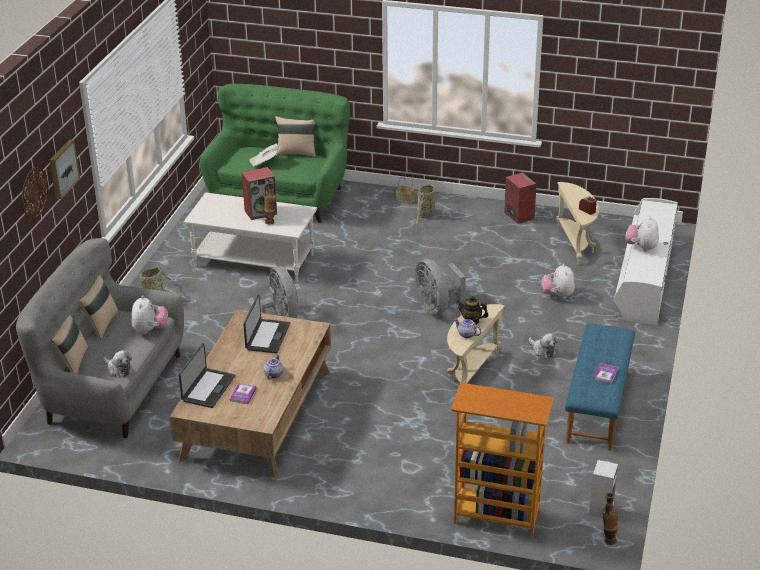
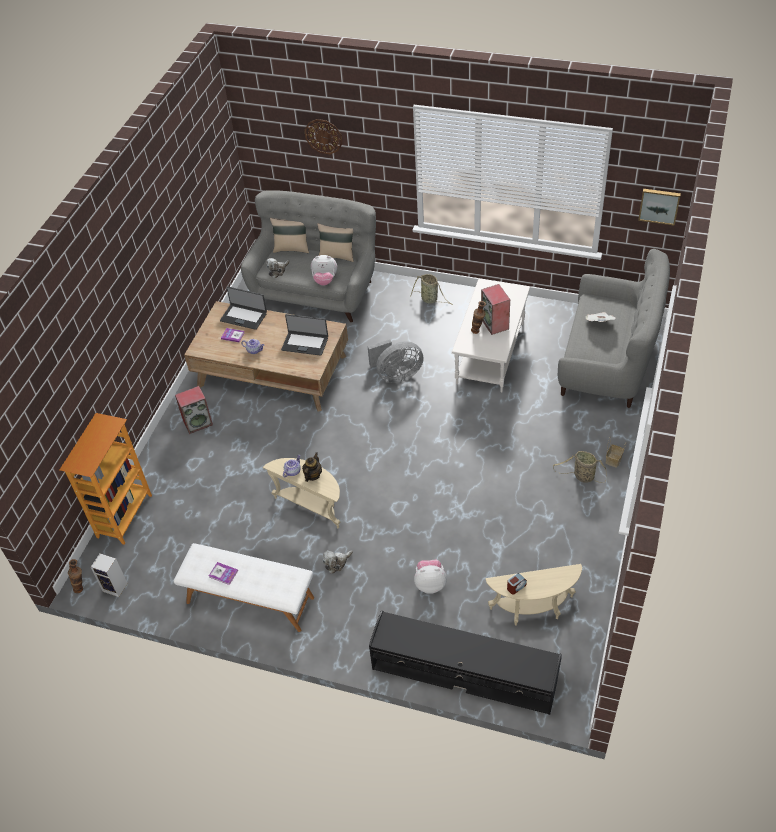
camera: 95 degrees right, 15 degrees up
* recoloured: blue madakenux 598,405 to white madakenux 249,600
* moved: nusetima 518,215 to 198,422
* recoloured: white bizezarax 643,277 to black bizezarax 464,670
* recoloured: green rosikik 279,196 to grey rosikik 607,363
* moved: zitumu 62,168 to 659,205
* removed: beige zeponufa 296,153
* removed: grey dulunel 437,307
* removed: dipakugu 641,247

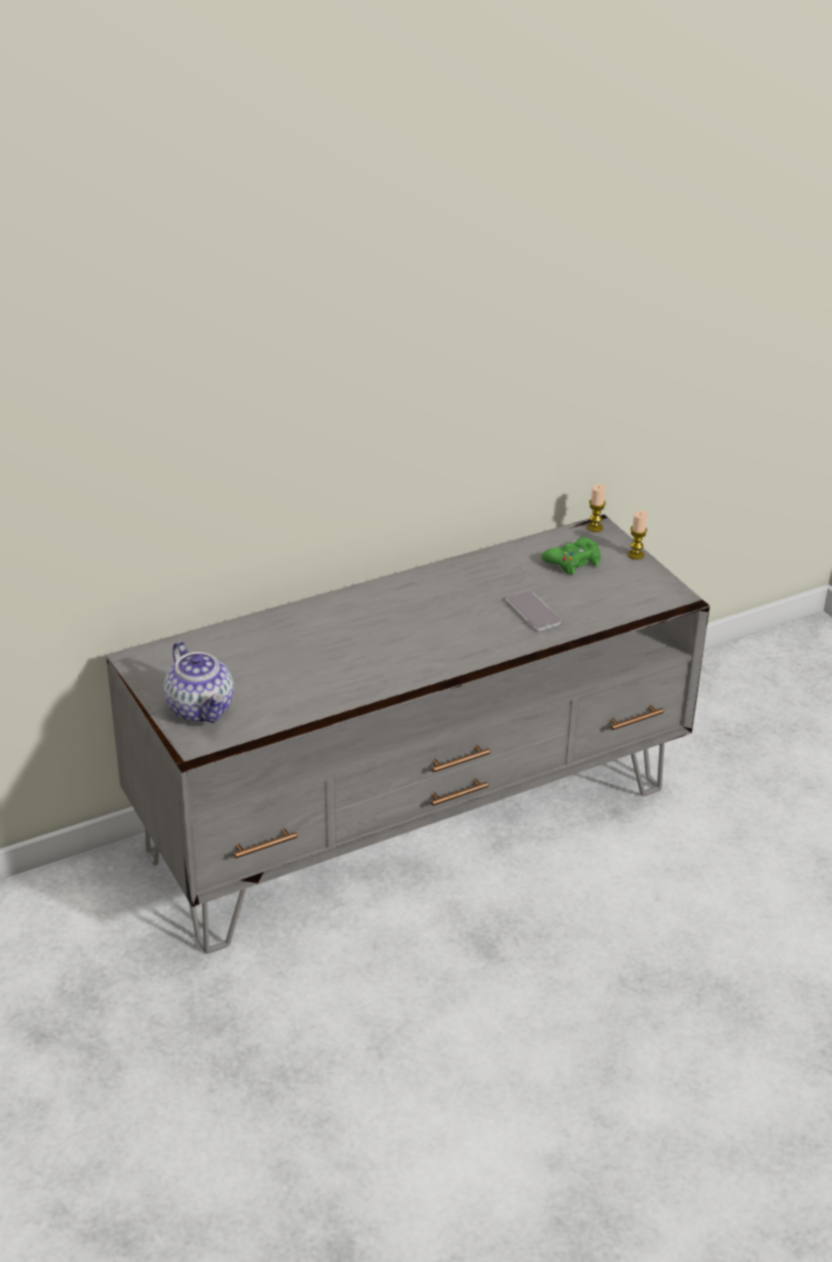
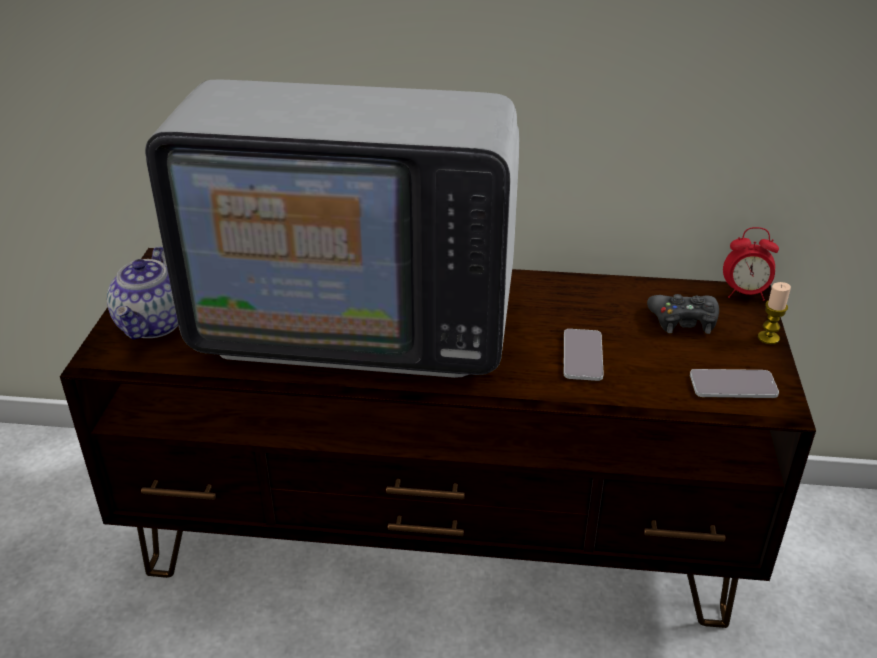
camera: 35 degrees right, 0 degrees up
* recoloured: grey bizezarax 413,821 to brown bizezarax 440,536
* added: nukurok 359,318
* recoloured: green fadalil 573,562 to black fadalil 683,320
* added: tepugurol 733,385
* replaced: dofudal 595,527 to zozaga 744,294

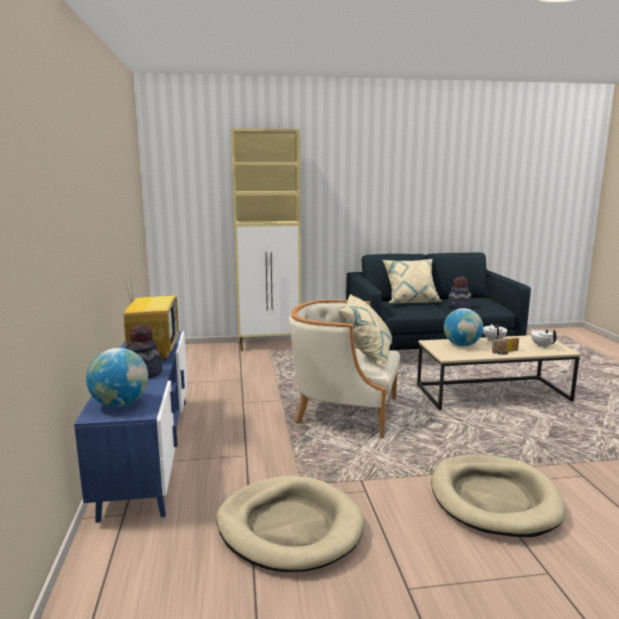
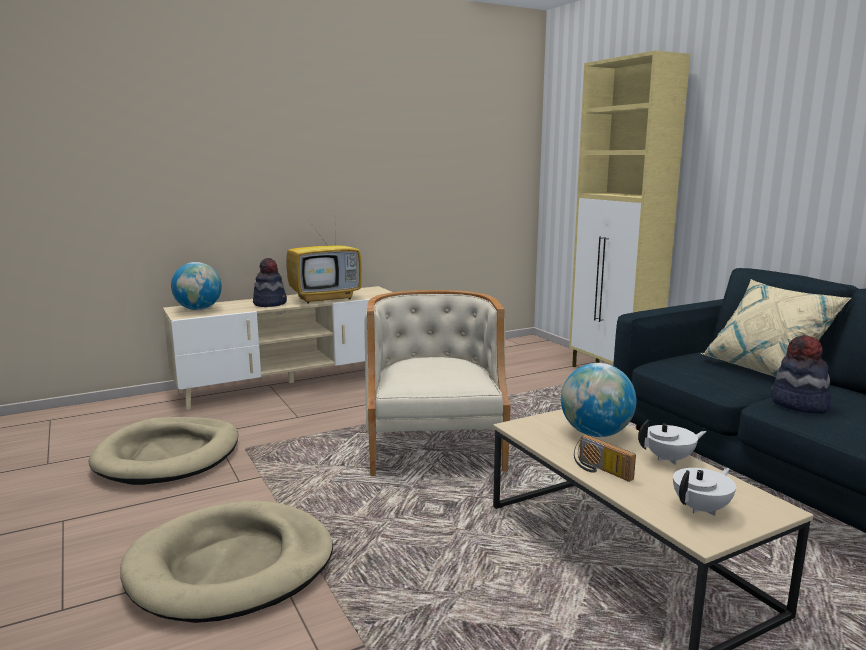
camera: 70 degrees right, 0 degrees up
* recoloured: blue bizezarax 149,451 to beige bizezarax 292,383
* removed: beige zeponufa 366,356

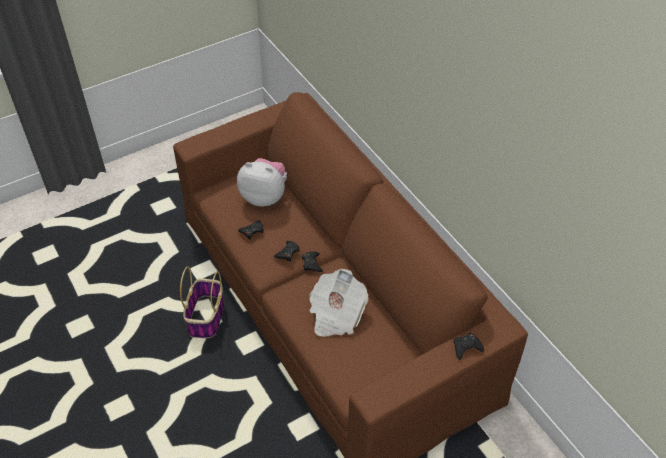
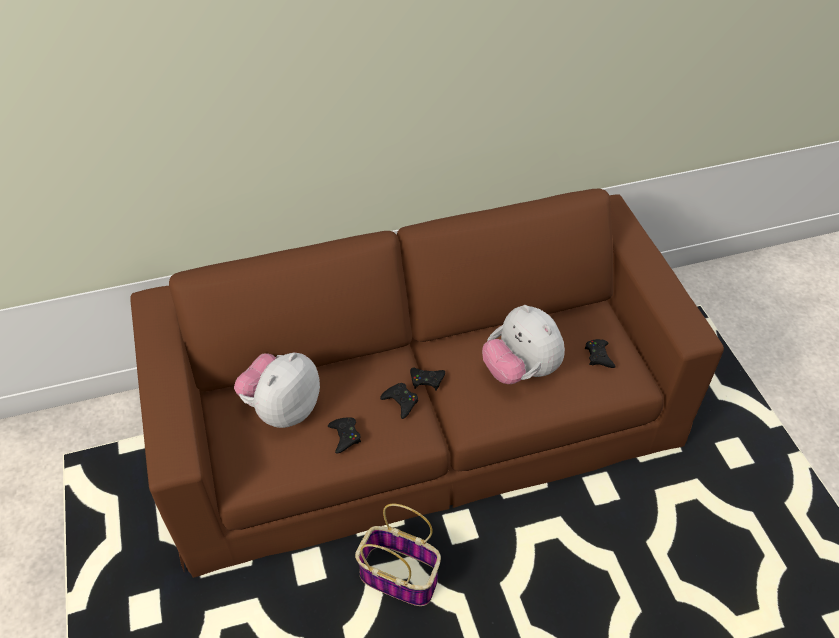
camera: 75 degrees left, 0 degrees up
* replaced: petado 336,314 to dipakugu 520,370
* moved: black fadalil 466,347 to 599,356

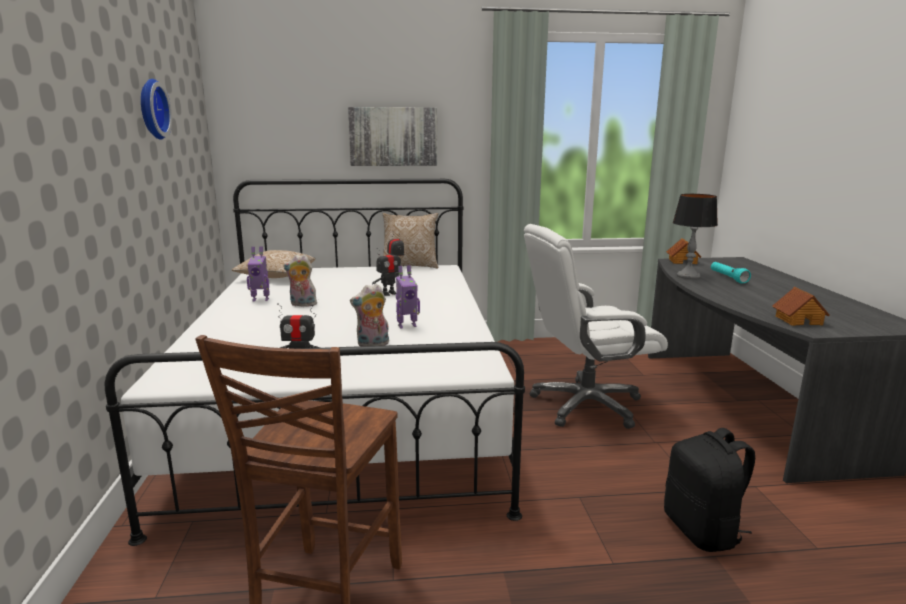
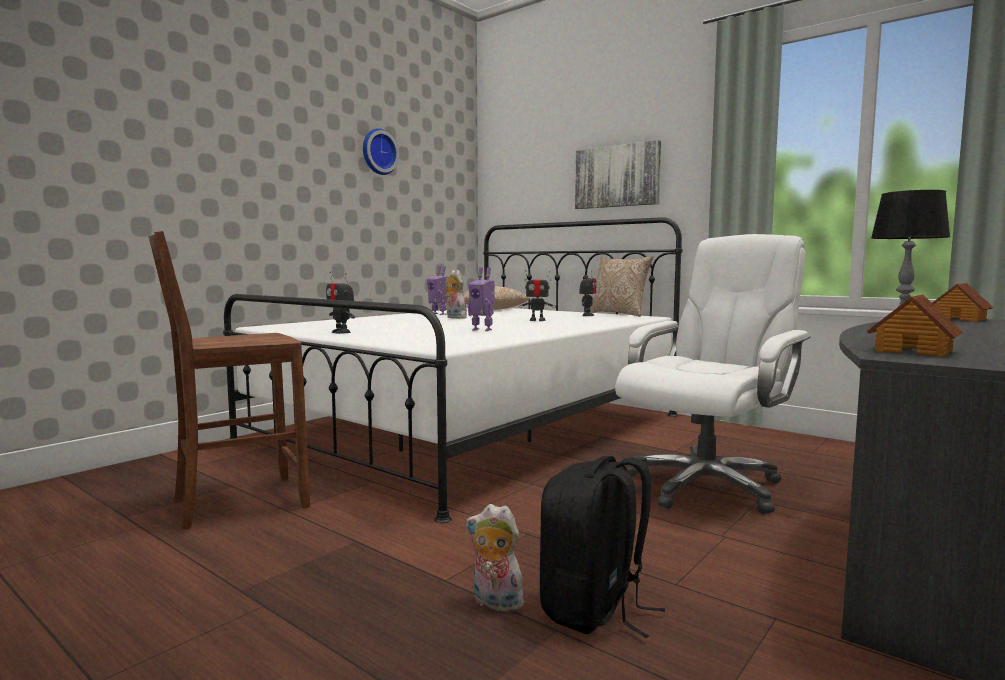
camera: 45 degrees right, 10 degrees down
* moved: dipakugu 372,345 to 494,603
* turned: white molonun 585,405 = 705,485 105 degrees clockwise
* removed: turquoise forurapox 728,278

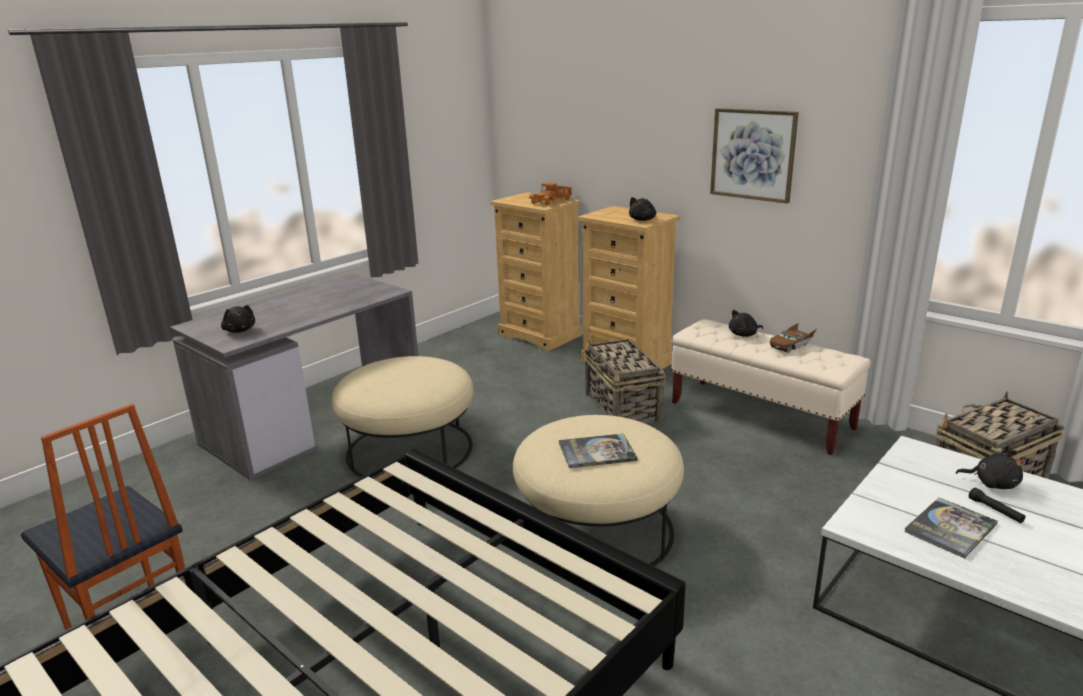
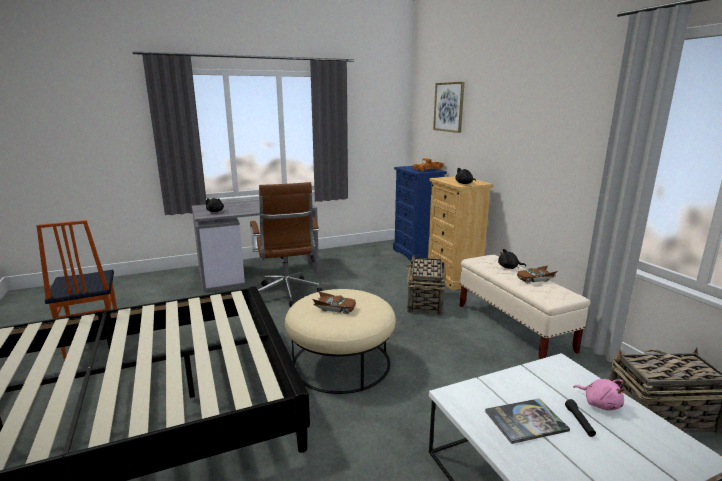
camera: 25 degrees right, 5 degrees down
* replaced: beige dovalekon 409,449 to brown molonun 287,295
* replaced: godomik 597,452 to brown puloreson 334,308
* recoloured: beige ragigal 540,335 to blue ragigal 416,254
* moved: zitumu 753,154 to 449,107
* recoloured: black dipakugu 992,483 to pink dipakugu 600,403

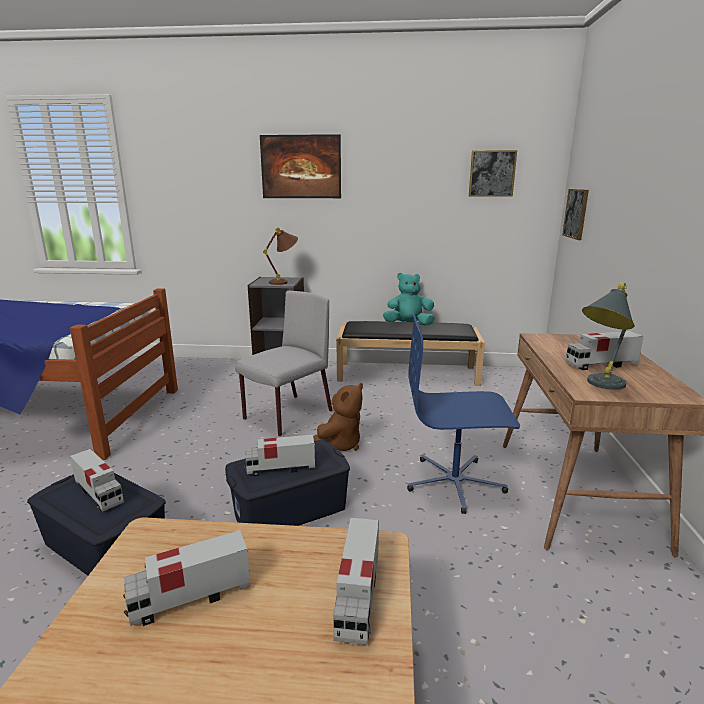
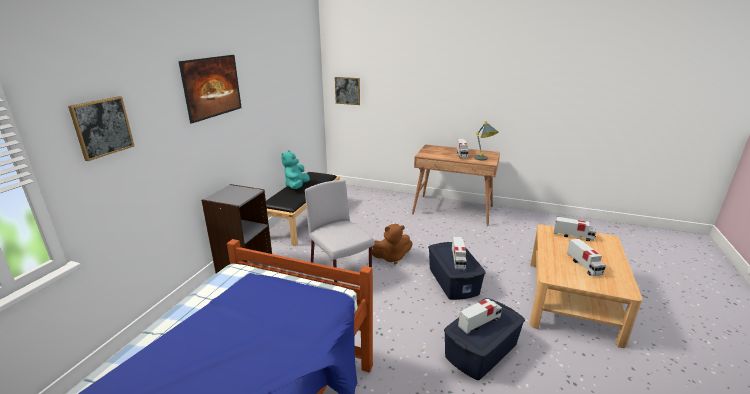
camera: 75 degrees left, 5 degrees up
* moved: zitumu 492,173 to 102,127
* turned: brown dipakugu 339,445 = 391,257 120 degrees clockwise
* removed: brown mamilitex 284,282
* removed: blue molonun 455,483

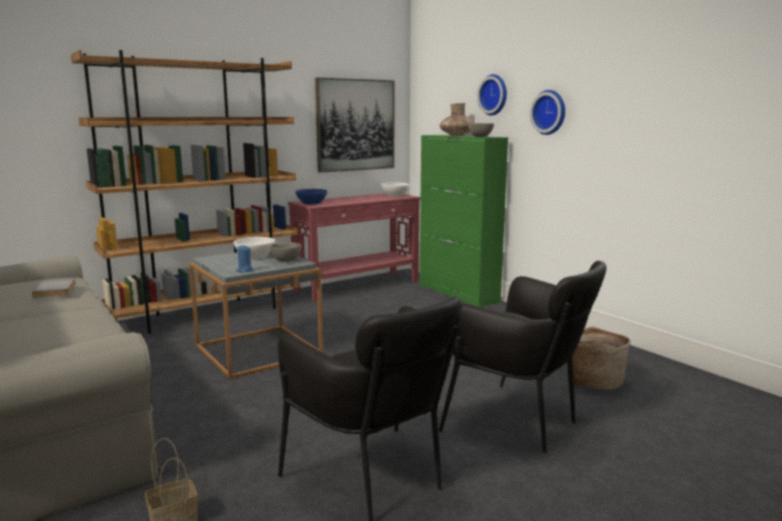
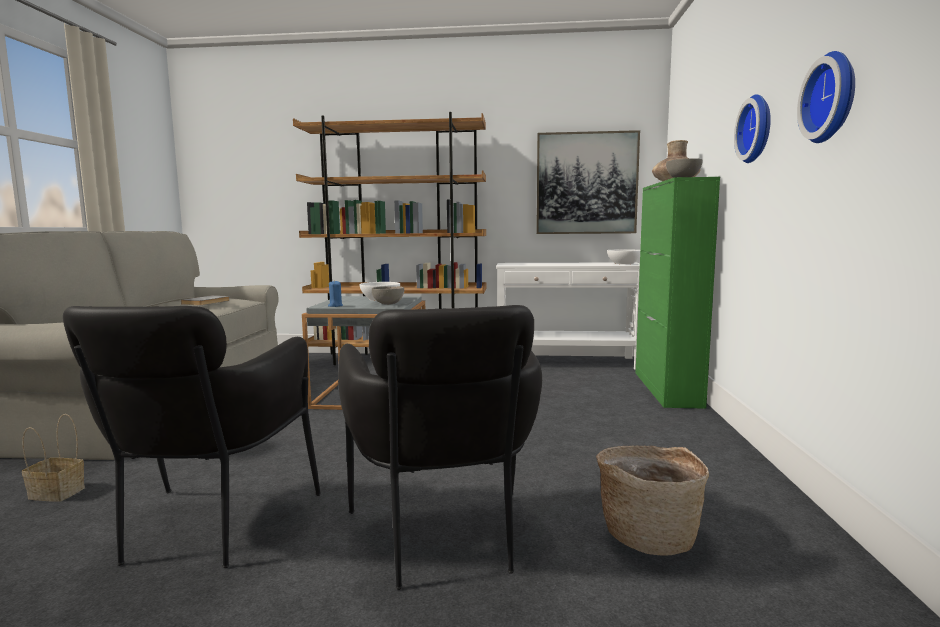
camera: 40 degrees right, 5 degrees down
* recoloured: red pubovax 358,286 to white pubovax 567,362
* moved: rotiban 494,95 to 833,98
* removed: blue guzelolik 311,203

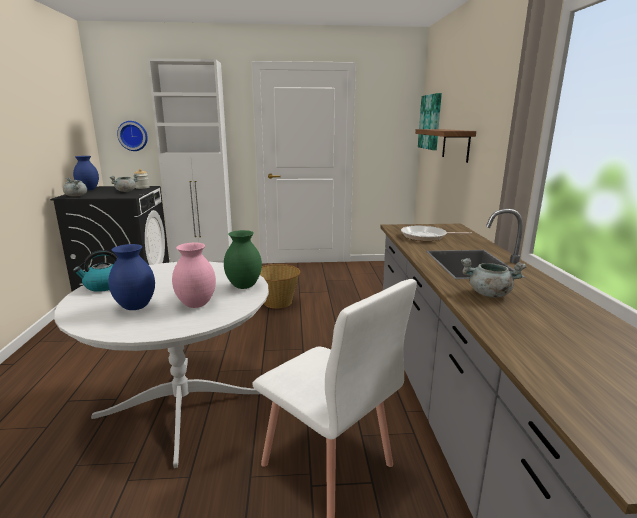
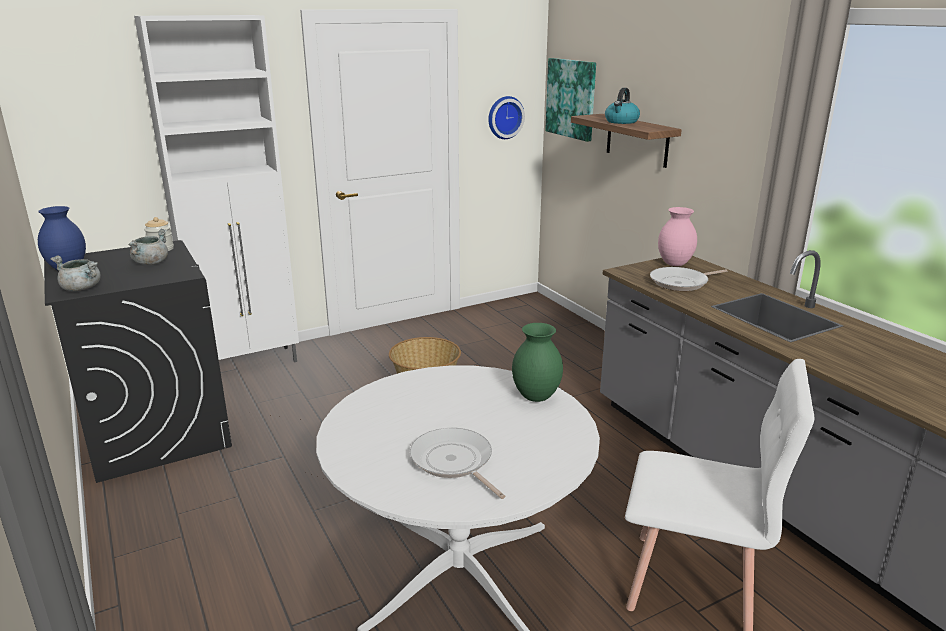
camera: 25 degrees left, 5 degrees up
* replaced: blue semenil 135,307 to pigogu 453,462
* moved: rotiban 133,136 to 504,117
* moved: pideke 104,286 to 621,122
* moved: pink semenil 195,304 to 674,264
* removed: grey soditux 489,294

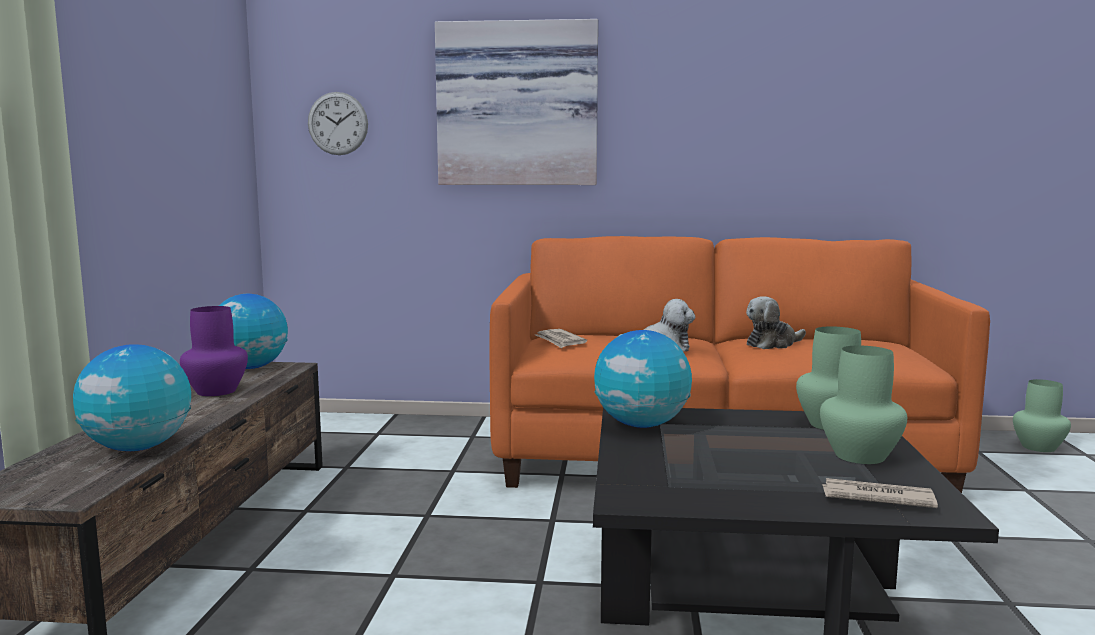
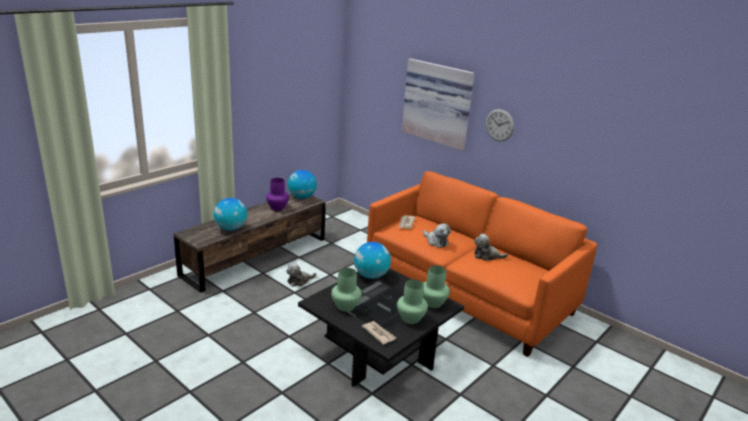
camera: 35 degrees right, 15 degrees up
* added: dipakugu 299,281
* moved: green semenil 1039,447 to 346,306
* moved: rotiban 338,123 to 499,125

